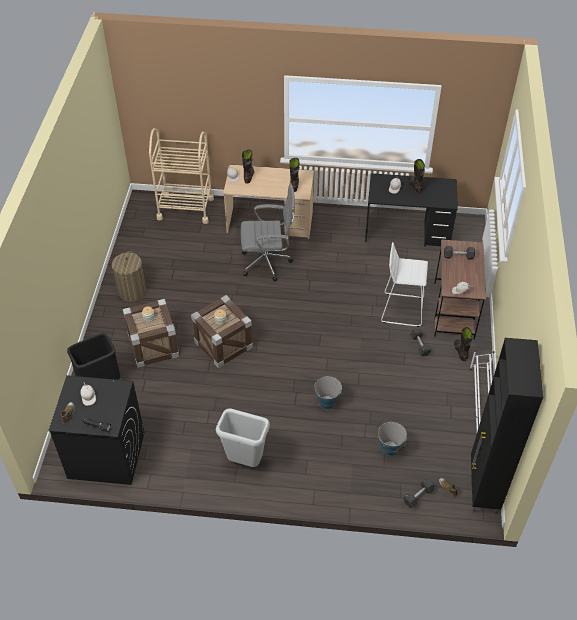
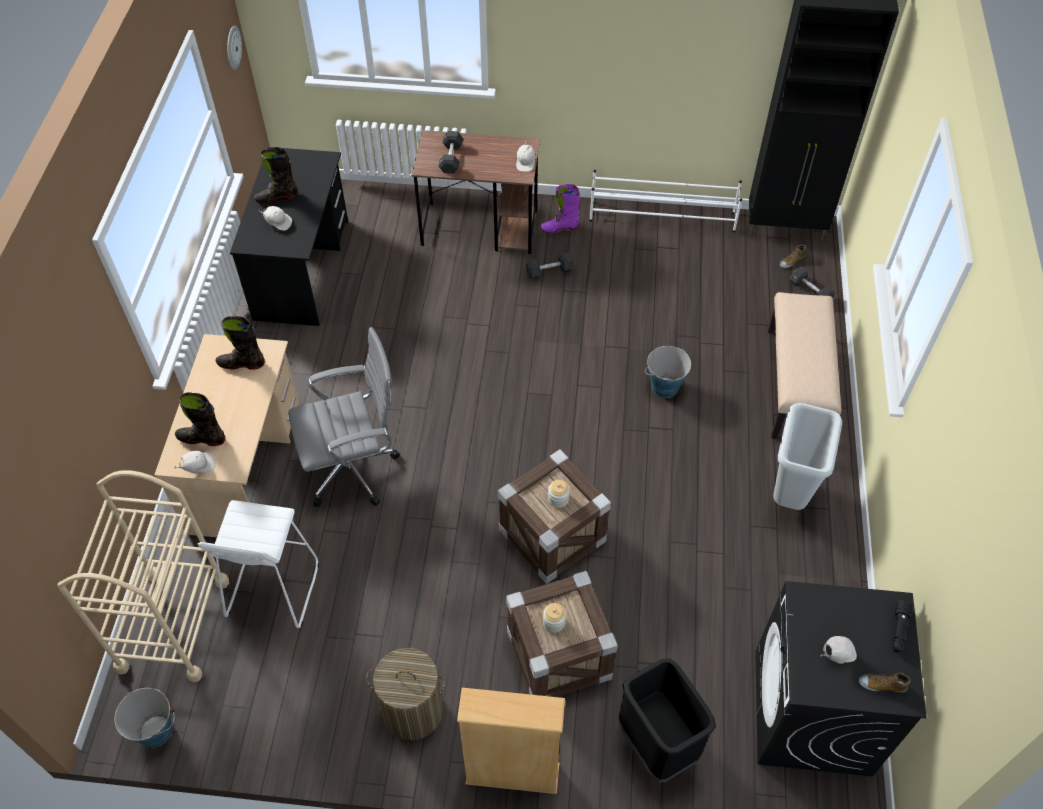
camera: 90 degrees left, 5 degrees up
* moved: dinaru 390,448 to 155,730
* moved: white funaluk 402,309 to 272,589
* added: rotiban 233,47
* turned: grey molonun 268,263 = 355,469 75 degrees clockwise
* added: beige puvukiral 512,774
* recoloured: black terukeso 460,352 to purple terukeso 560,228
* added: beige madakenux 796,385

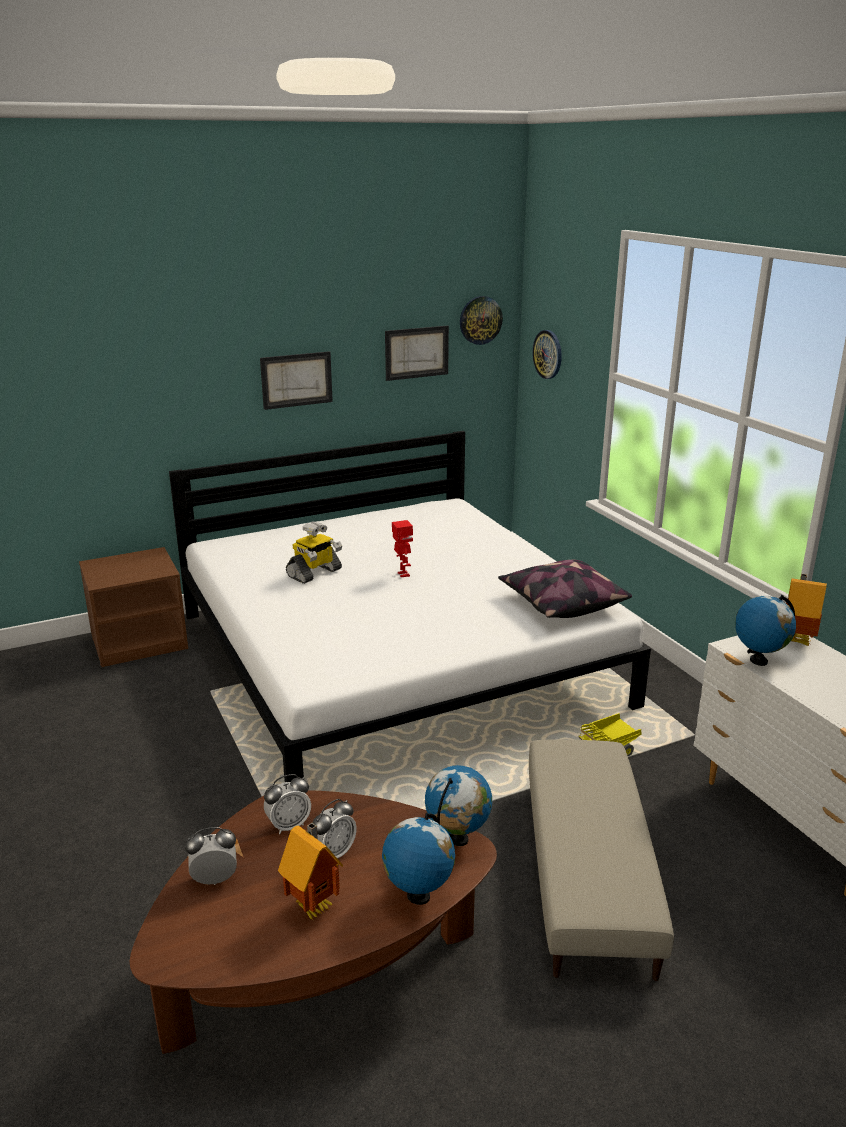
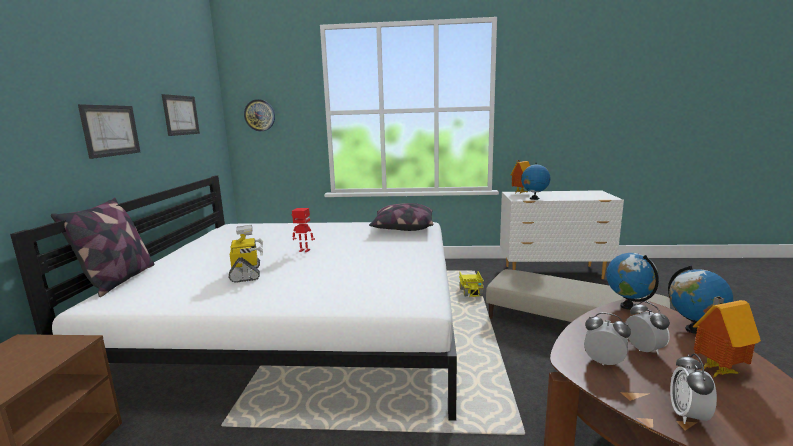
camera: 60 degrees left, 10 degrees down
* added: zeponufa 119,280
* turned: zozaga 288,825 = 603,362 60 degrees counterclockwise
* removed: rotiban 480,320

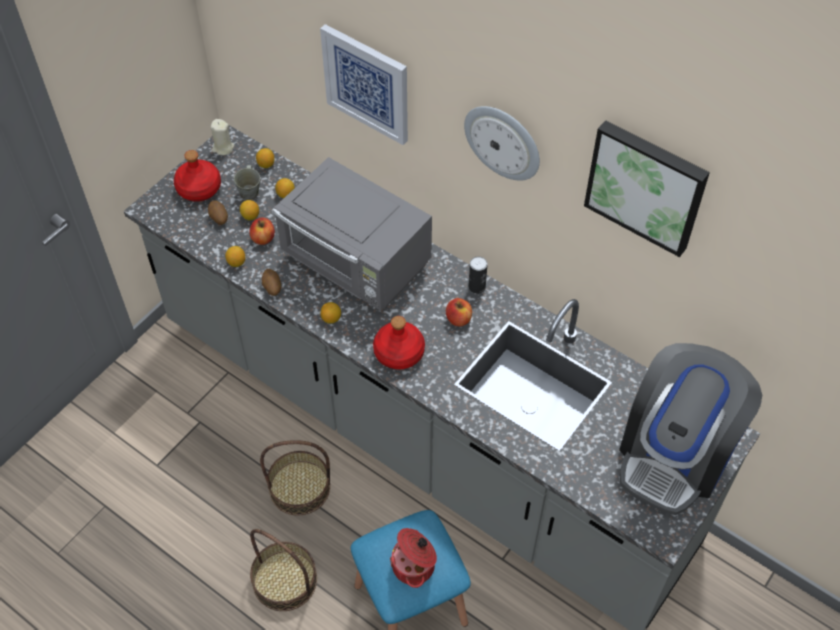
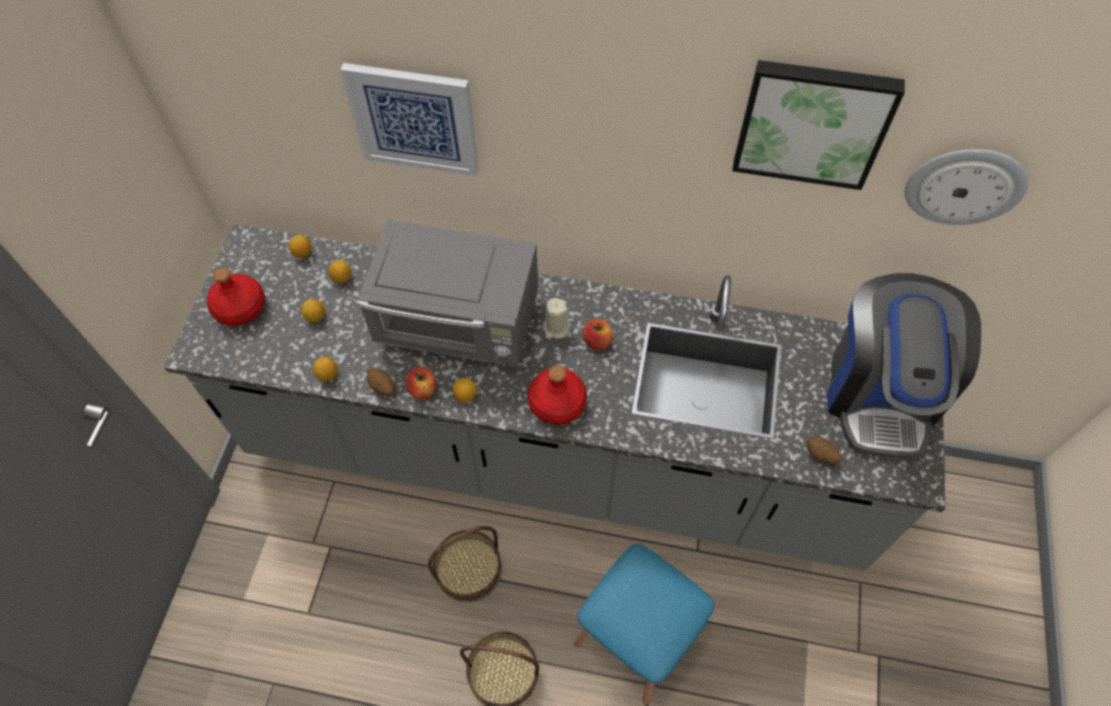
camera: 25 degrees left, 5 degrees up
* moved: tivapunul 263,238 to 423,390
* moved: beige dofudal 223,148 to 556,328
* moved: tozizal 219,218 to 820,455
* moved: rotiban 503,141 to 964,185
* removed: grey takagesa 250,192
* removed: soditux 415,565
* removed: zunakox 477,287

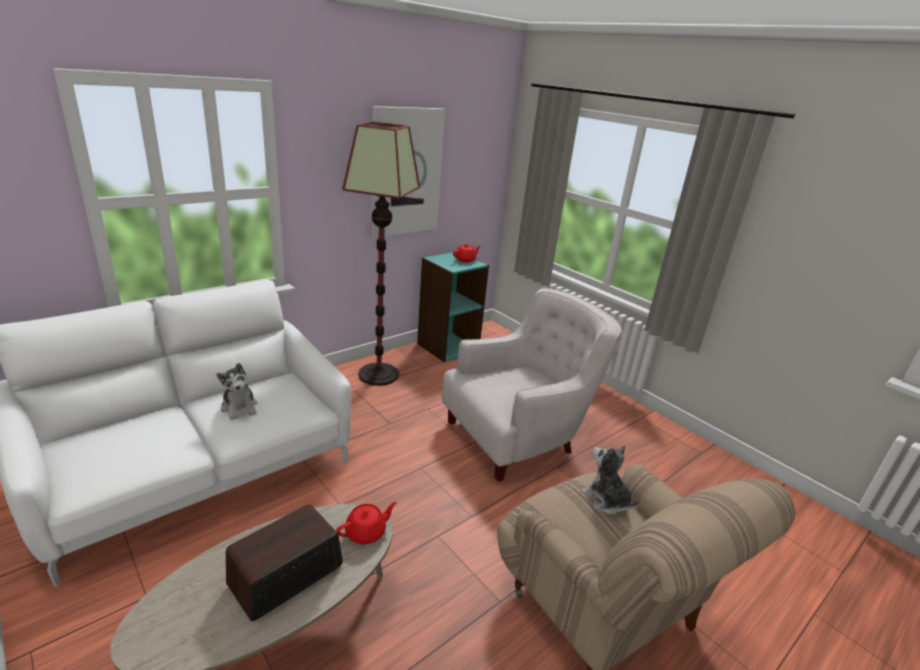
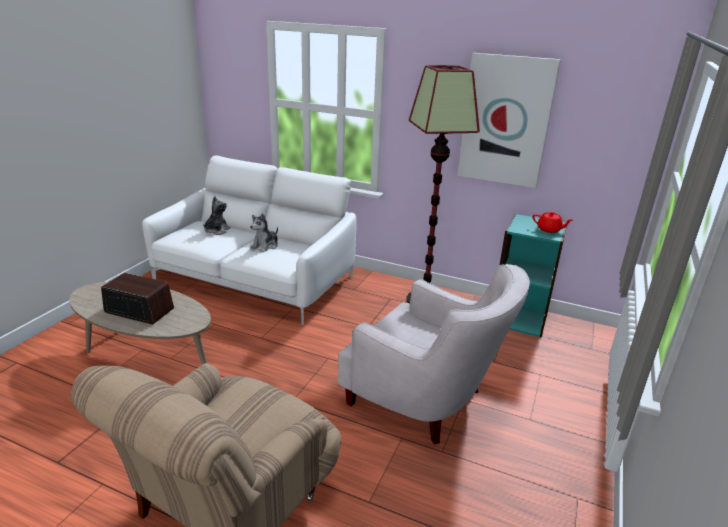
camera: 65 degrees right, 0 degrees up
* moved: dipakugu 605,500 to 216,230
* removed: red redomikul 366,532

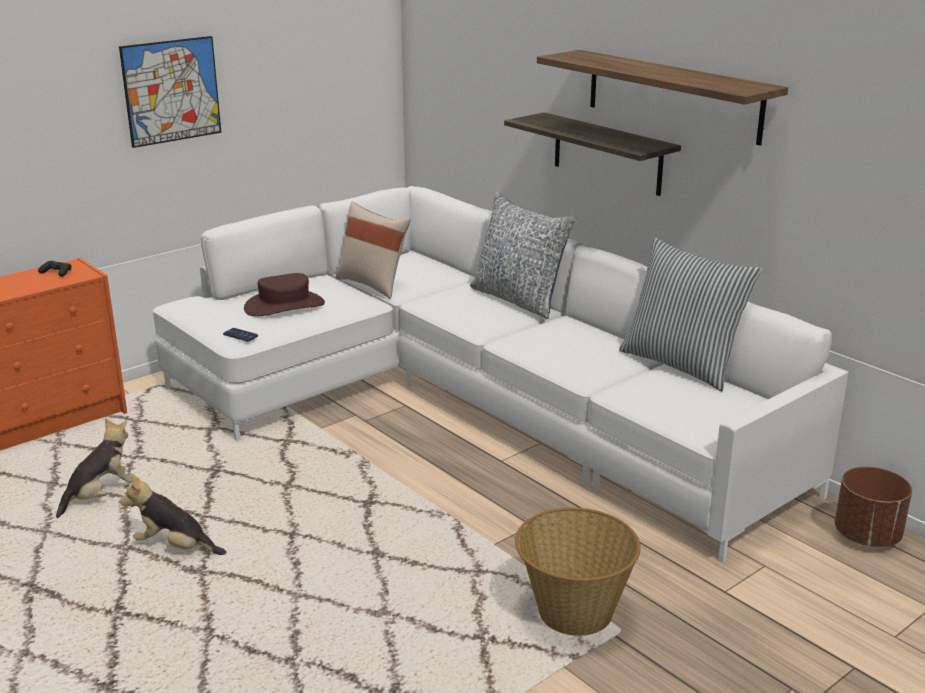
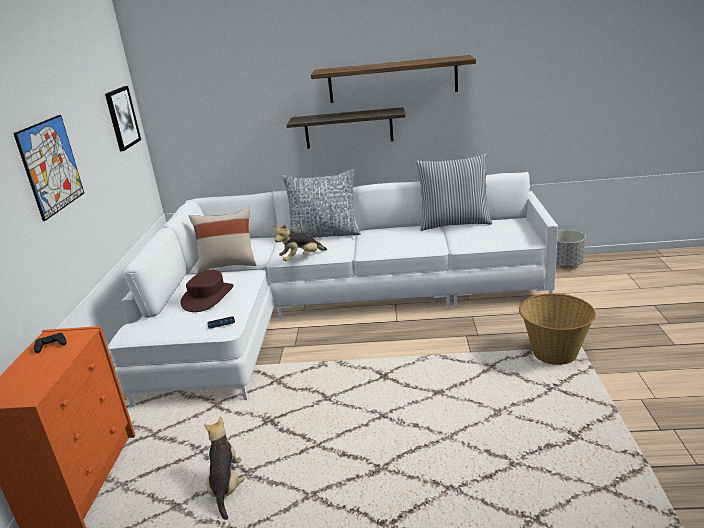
camera: 45 degrees left, 0 degrees up
* added: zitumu 122,118
* moved: dipakugu 175,547 to 301,258
* recoloured: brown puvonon 867,536 to grey puvonon 566,264

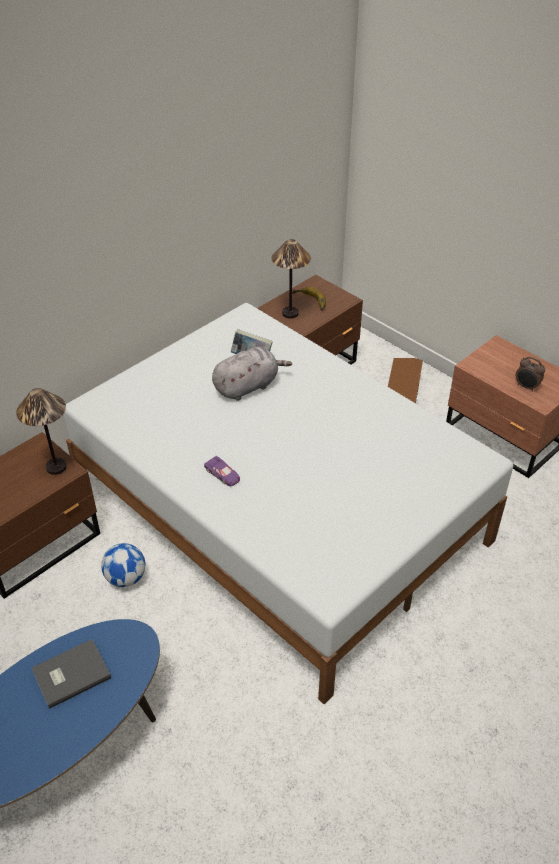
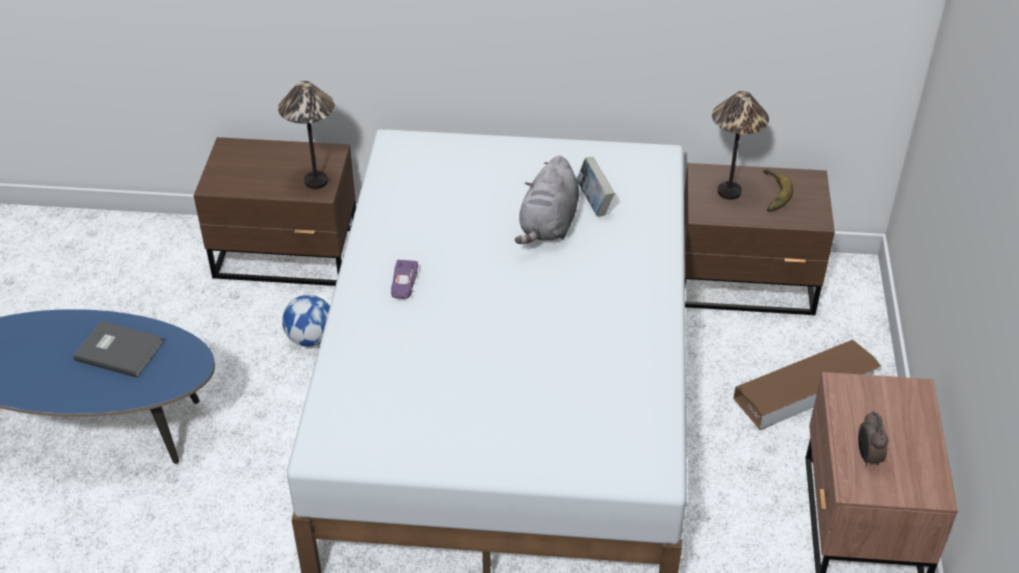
camera: 50 degrees right, 0 degrees up
* turned: grey dipakugu 248,386 = 548,225 90 degrees clockwise

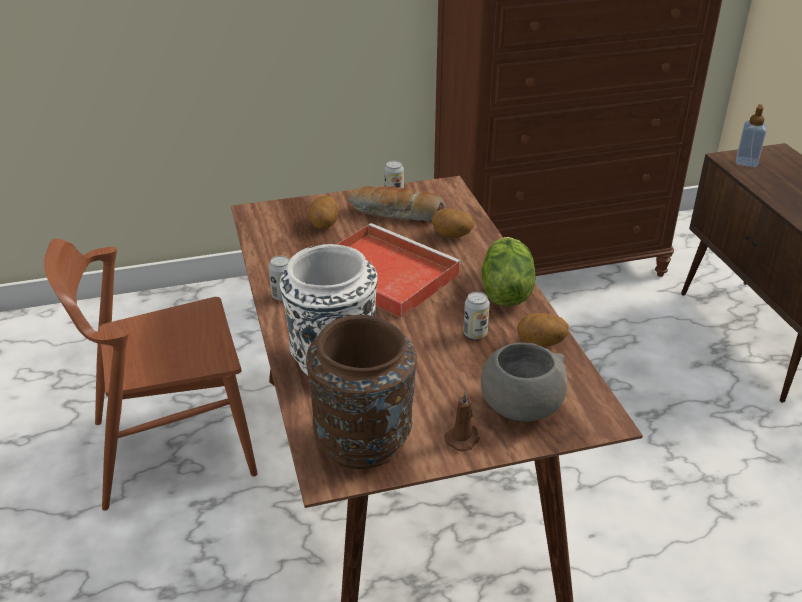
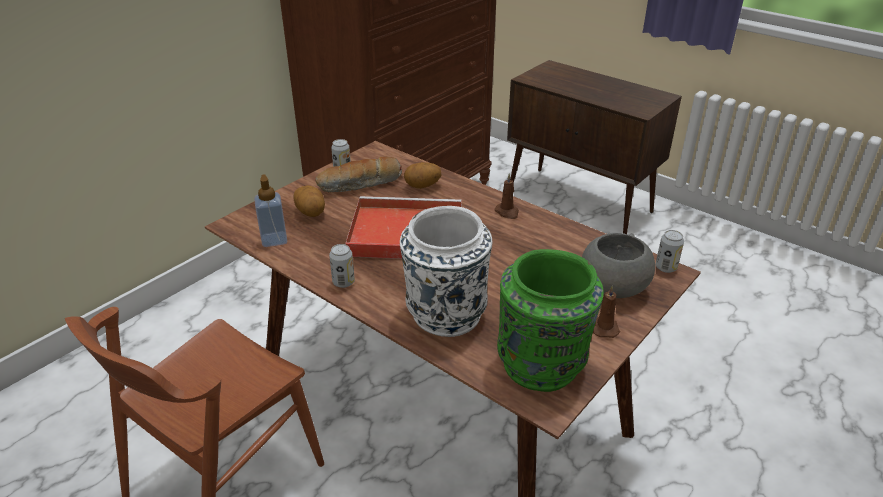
camera: 35 degrees left, 0 degrees up
* moved: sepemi 746,162 to 274,239
* replaced: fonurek 504,292 to brown dofudal 507,212
* recoloured: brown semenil 364,442 to green semenil 542,365
* moved: zunakox 475,333 to 666,267
* removed: tozizal 541,344

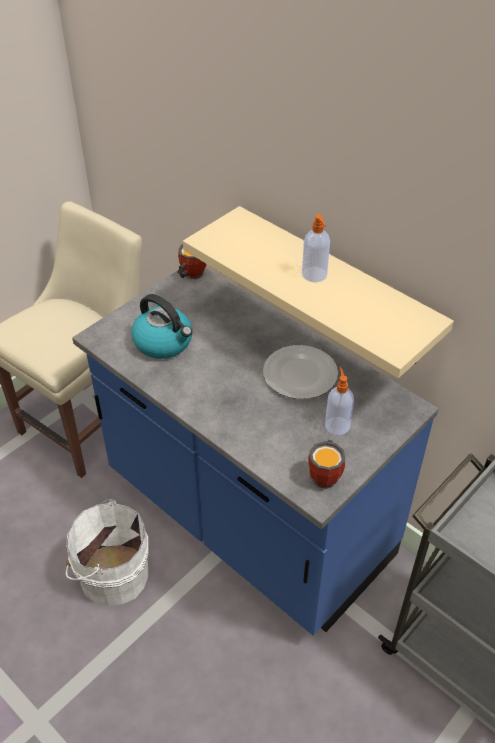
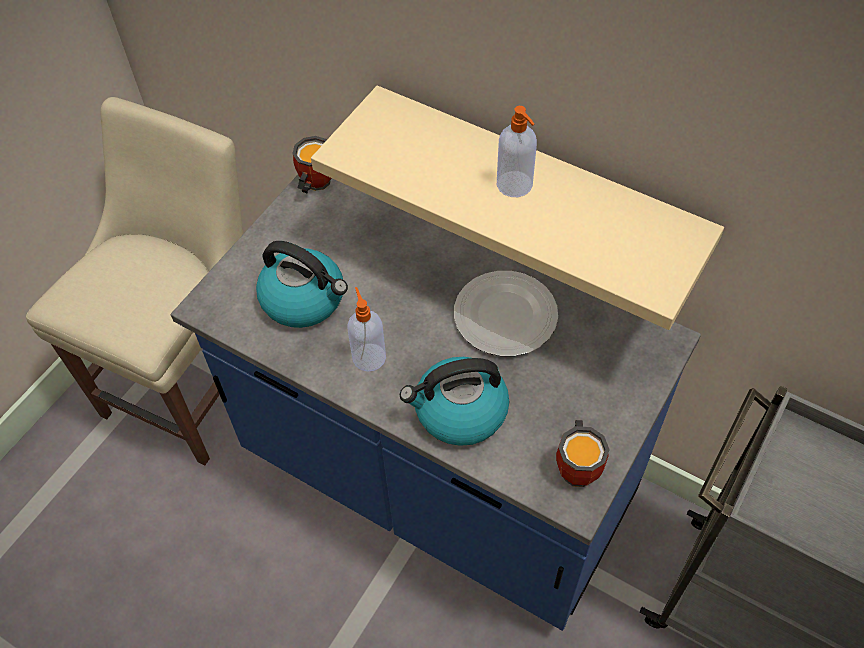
camera: 10 degrees left, 10 degrees up
* moved: sepemi 337,425 to 368,356
* added: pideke 459,412
* removed: white dinaru 111,574

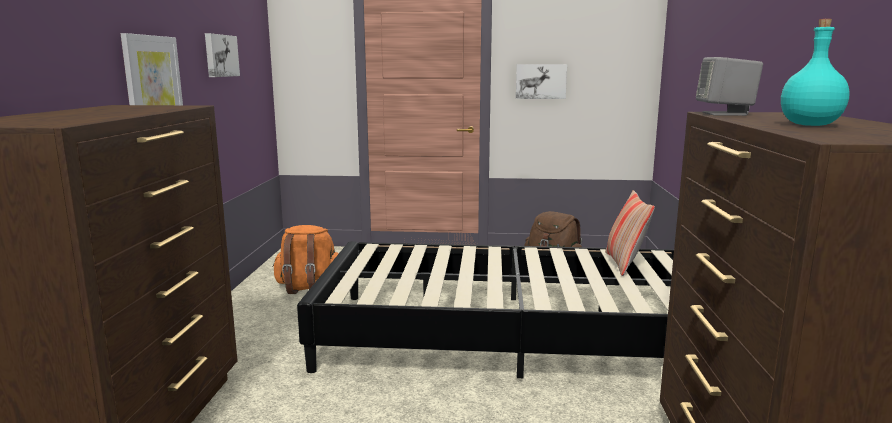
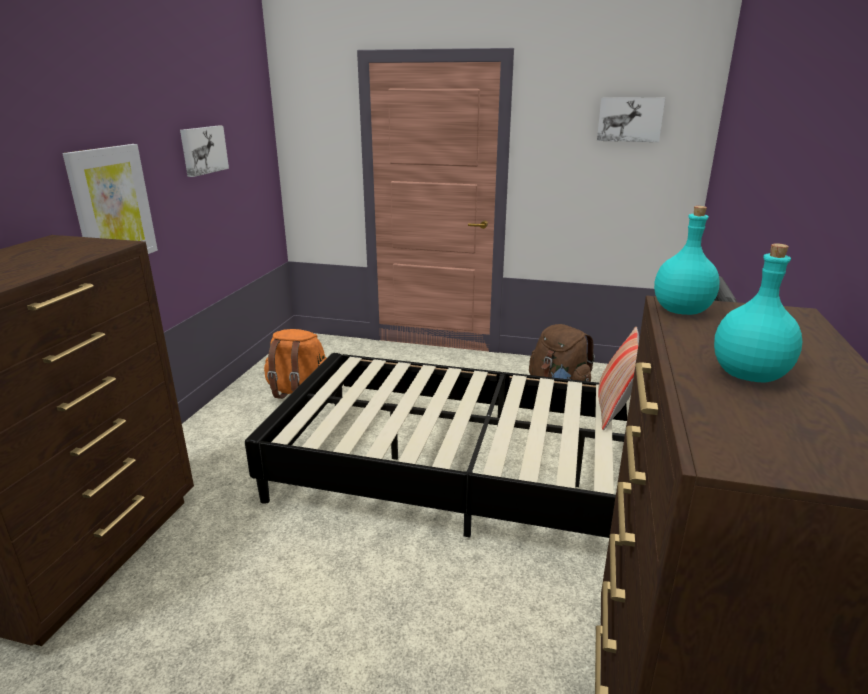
camera: 10 degrees right, 10 degrees up
* moved: zitumu 540,81 to 630,119
* replaced: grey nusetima 725,114 to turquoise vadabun 682,311

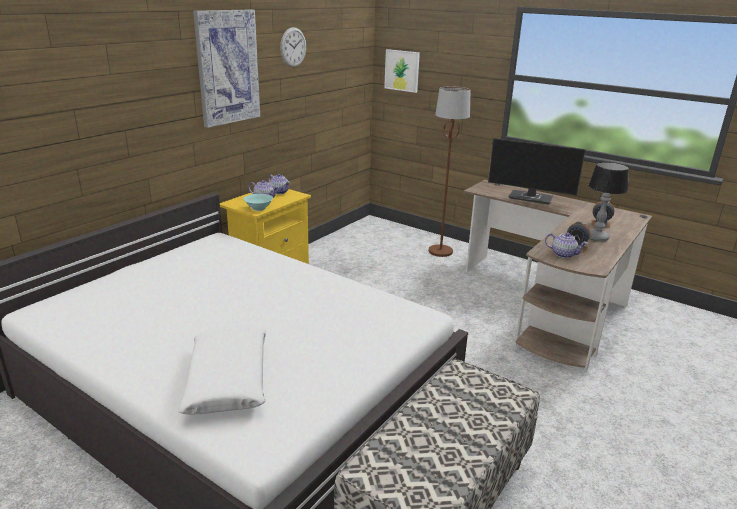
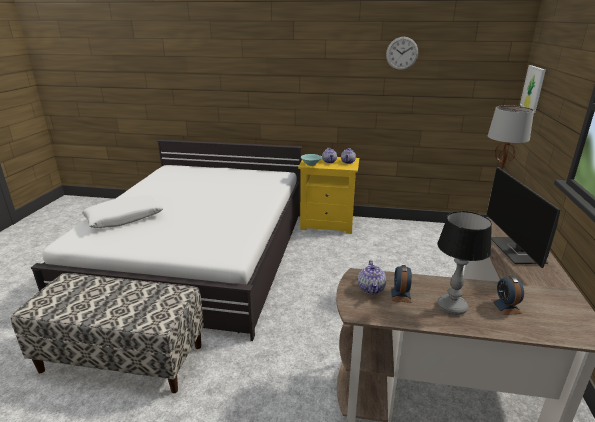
camera: 65 degrees right, 0 degrees up
* removed: zitumu 227,67

